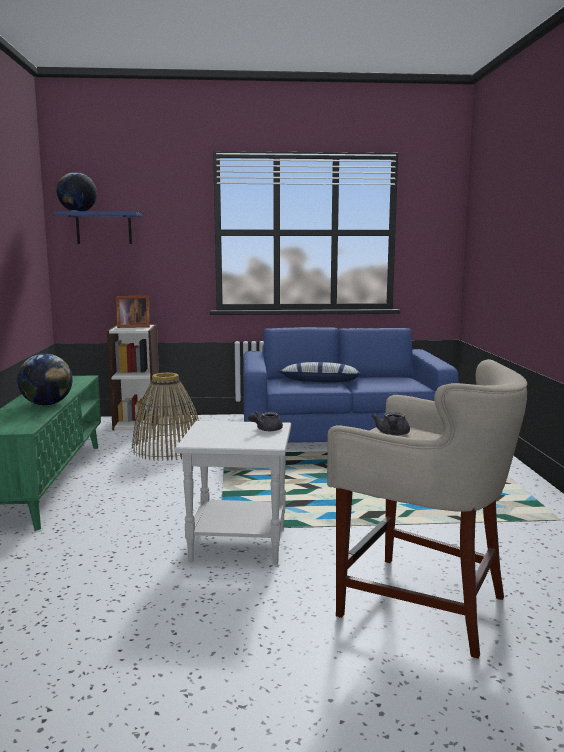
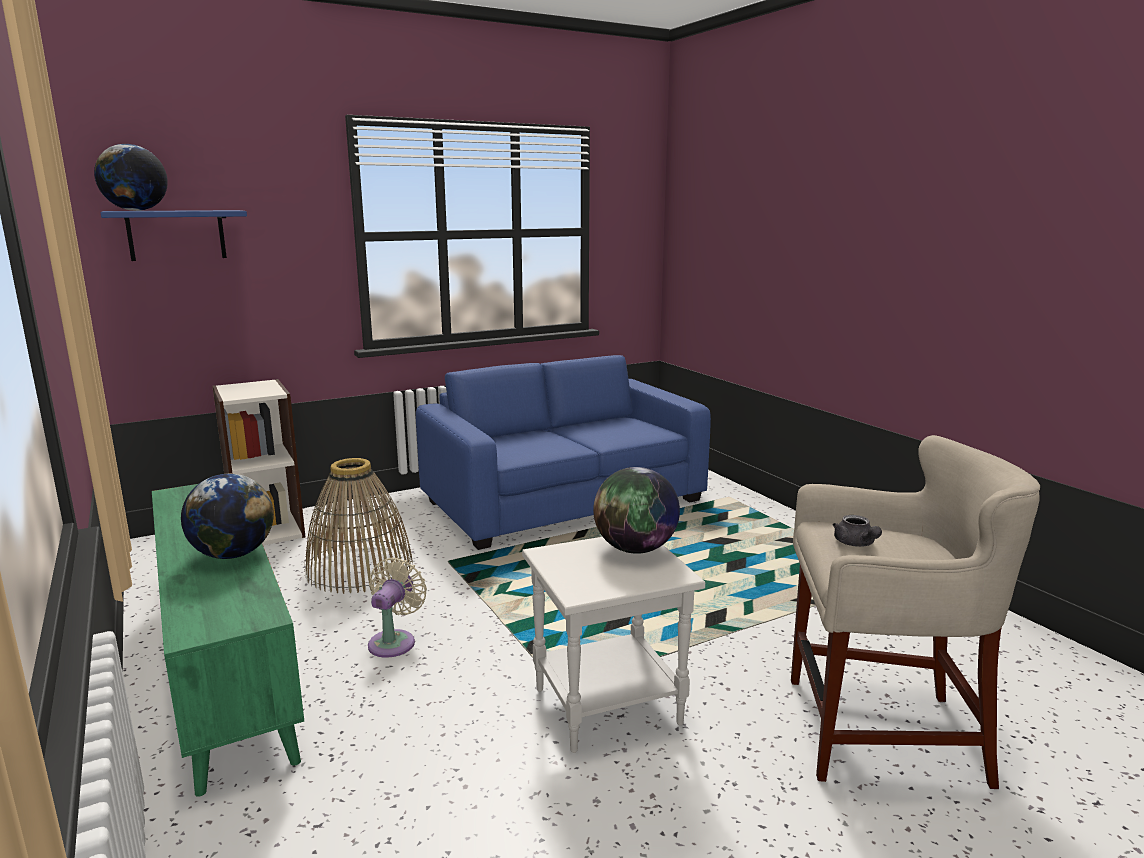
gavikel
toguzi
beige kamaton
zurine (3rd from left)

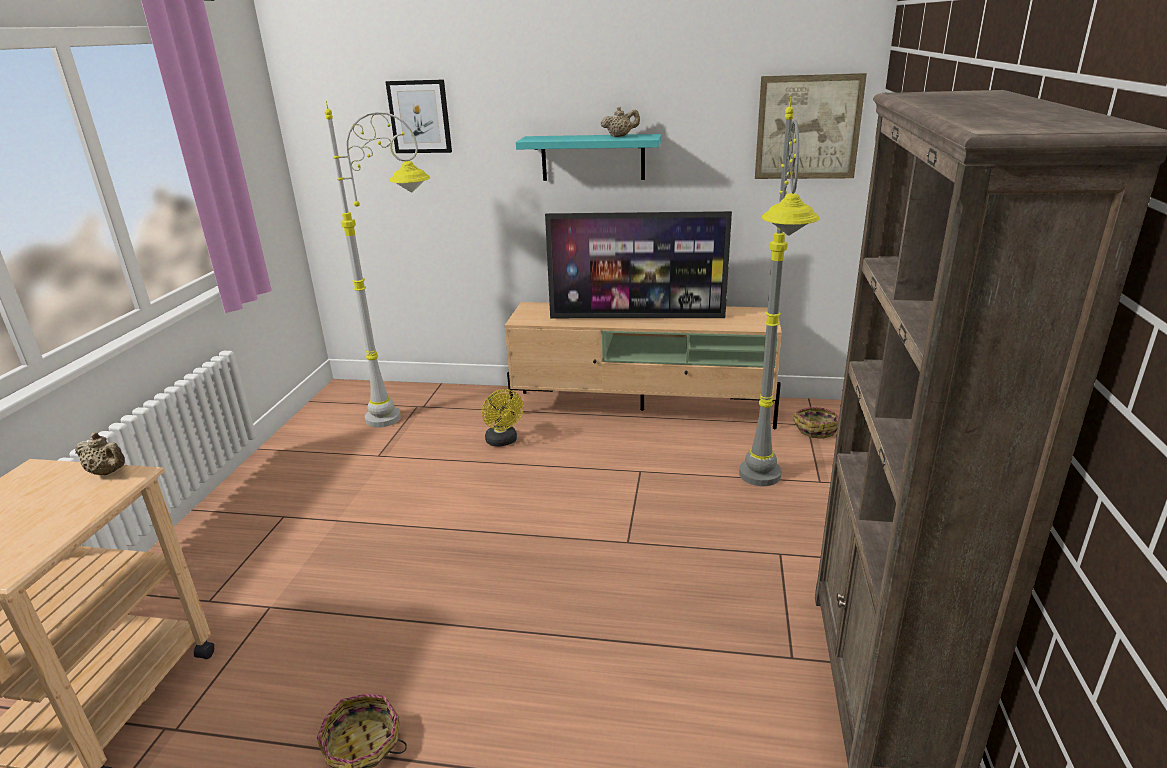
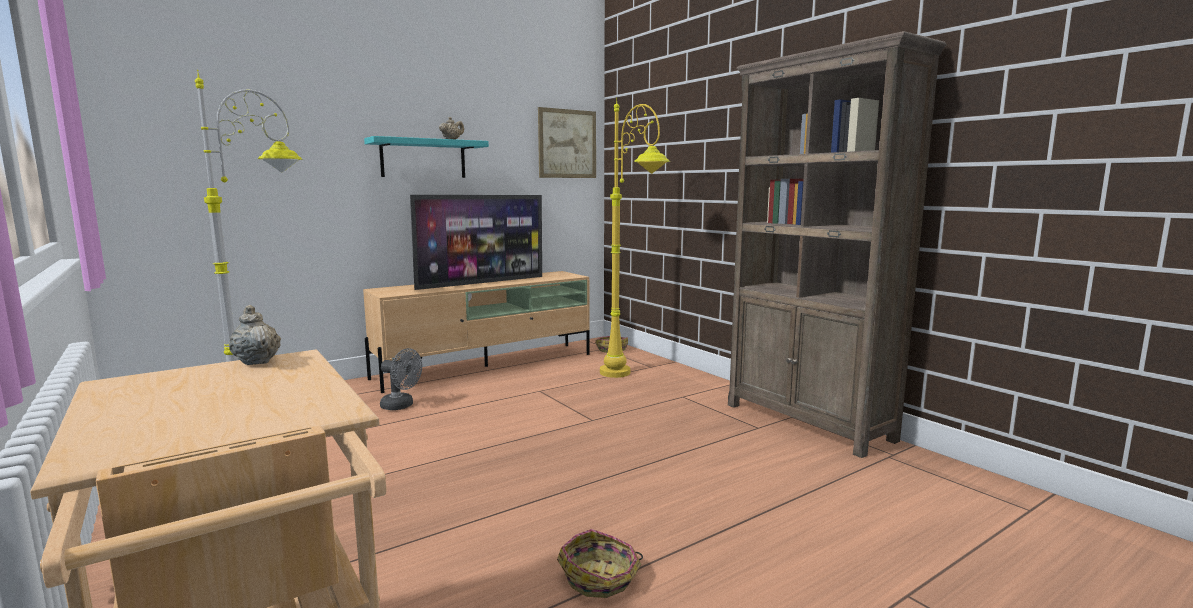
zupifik (1st from left in the first image)
grey kamaton
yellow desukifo
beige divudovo (1st from left)

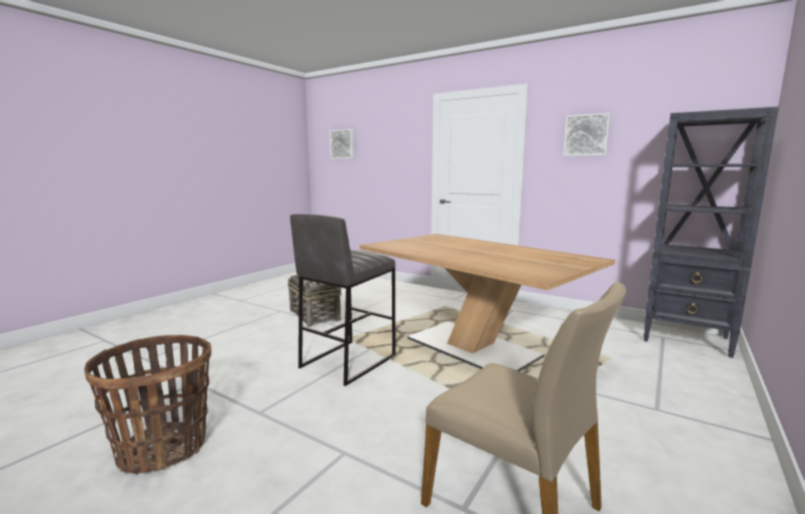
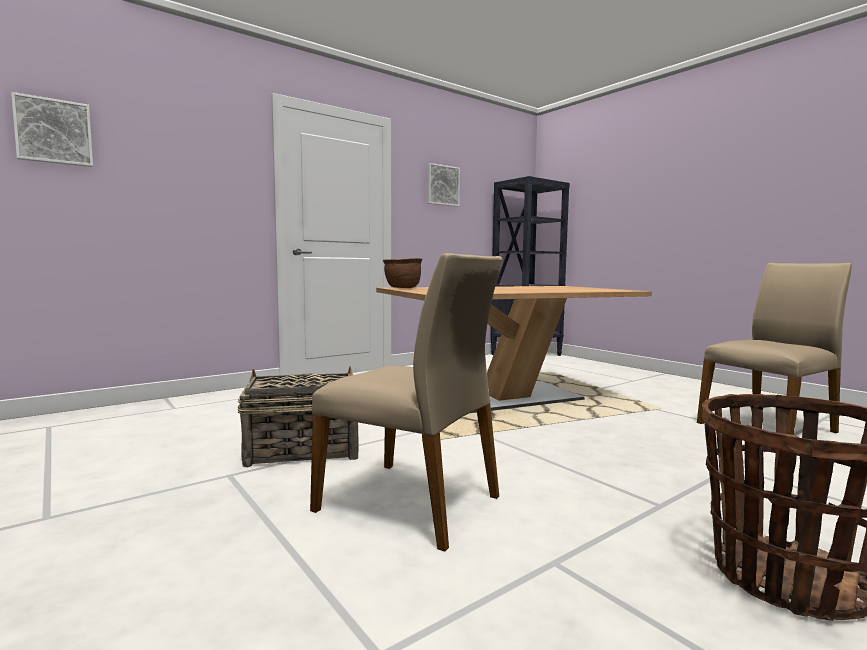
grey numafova
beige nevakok (1st from left)
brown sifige

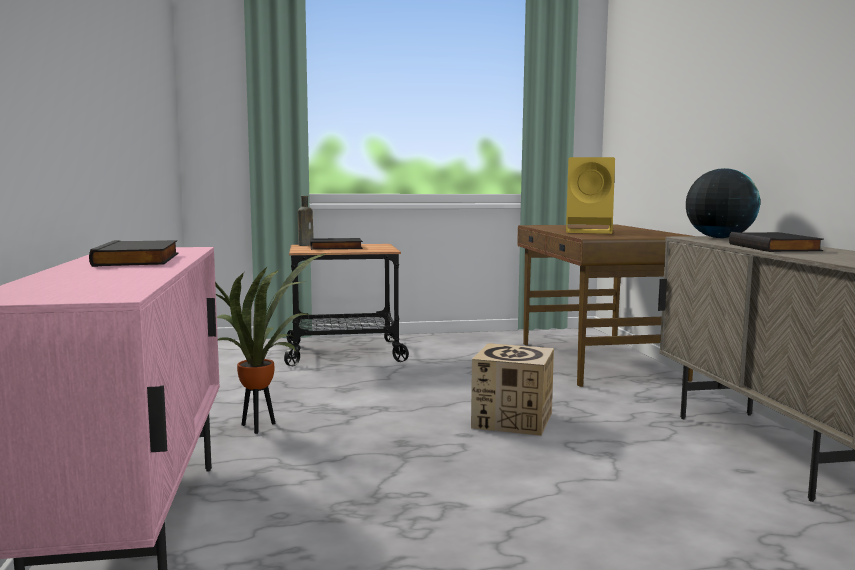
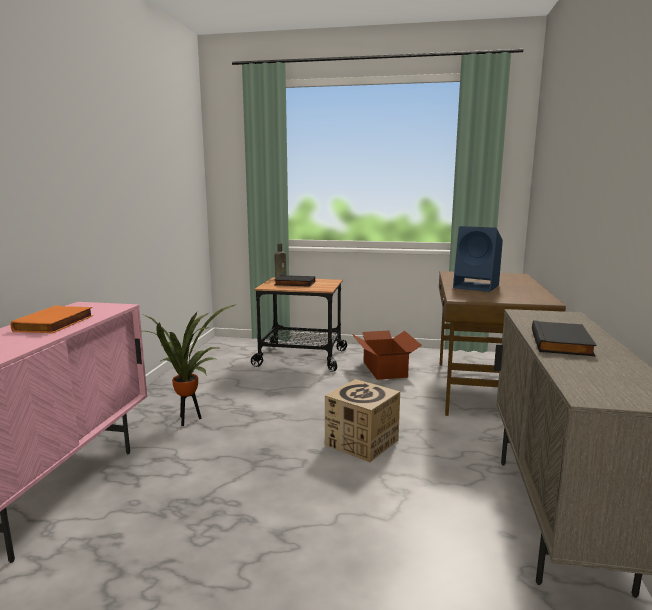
zurine
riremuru (2nd from left)
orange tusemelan
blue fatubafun

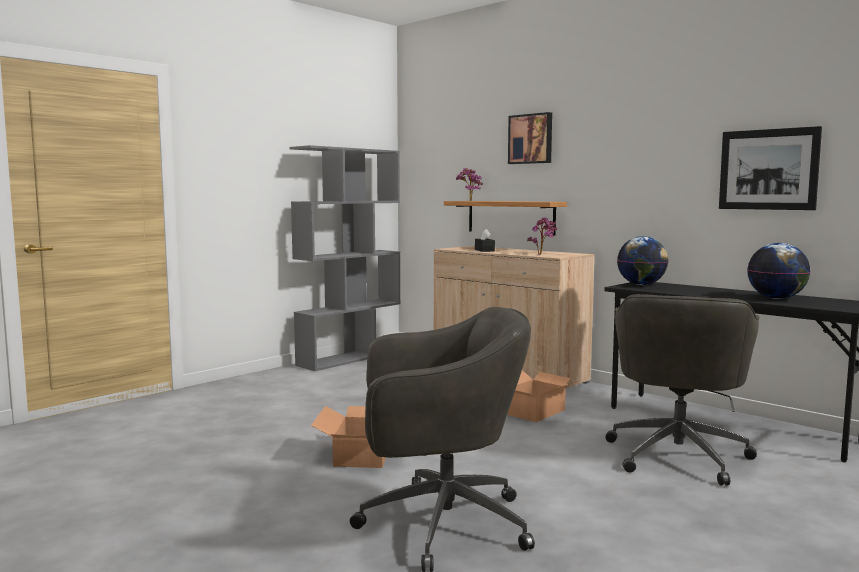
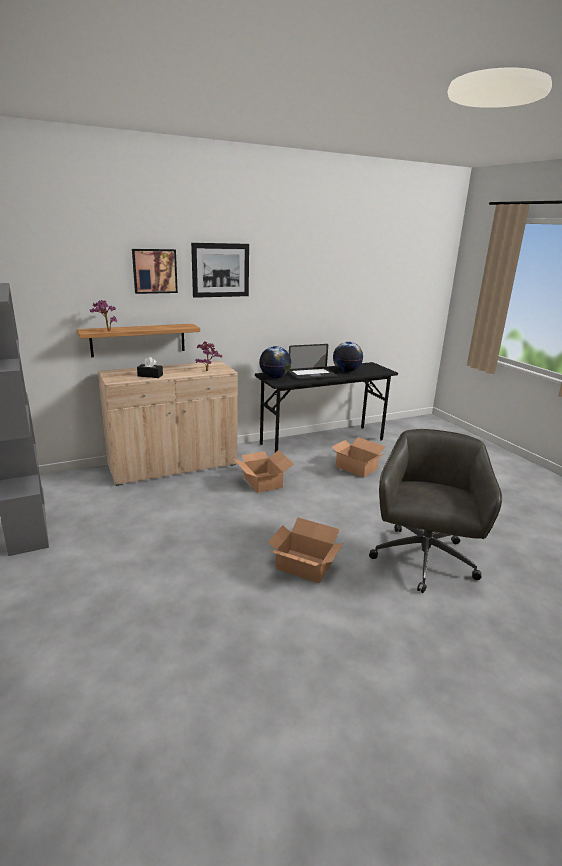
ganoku
zupifik (2nd from left)
riremuru (3rd from left)

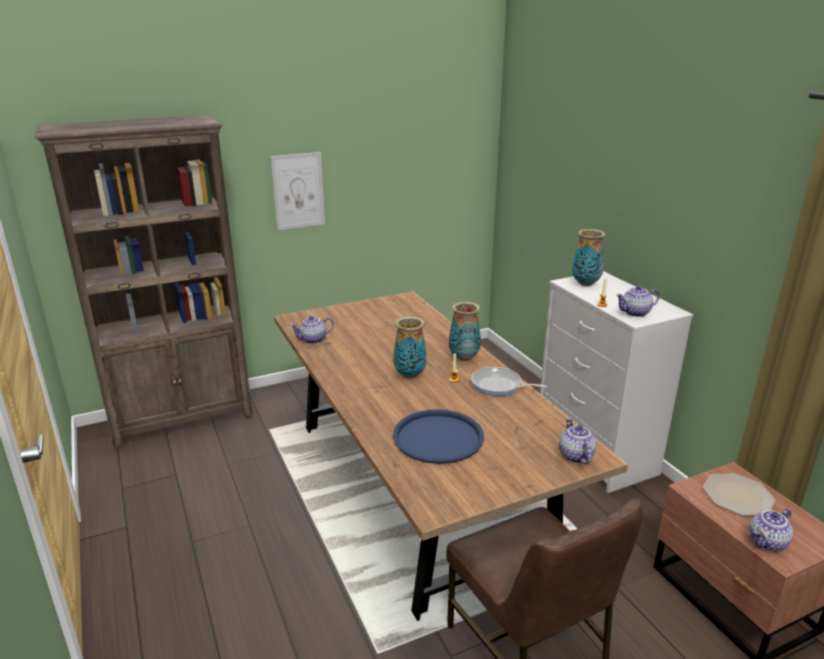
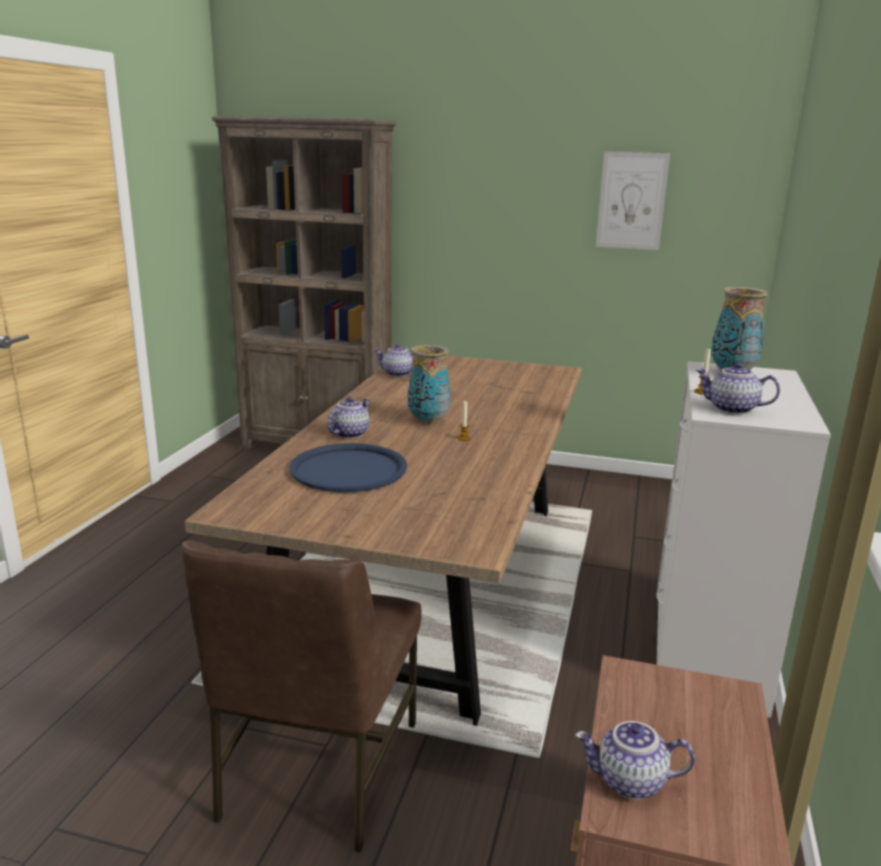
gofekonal (2nd from left in the first image)
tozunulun
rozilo
zupifik
divudovo (1st from left)

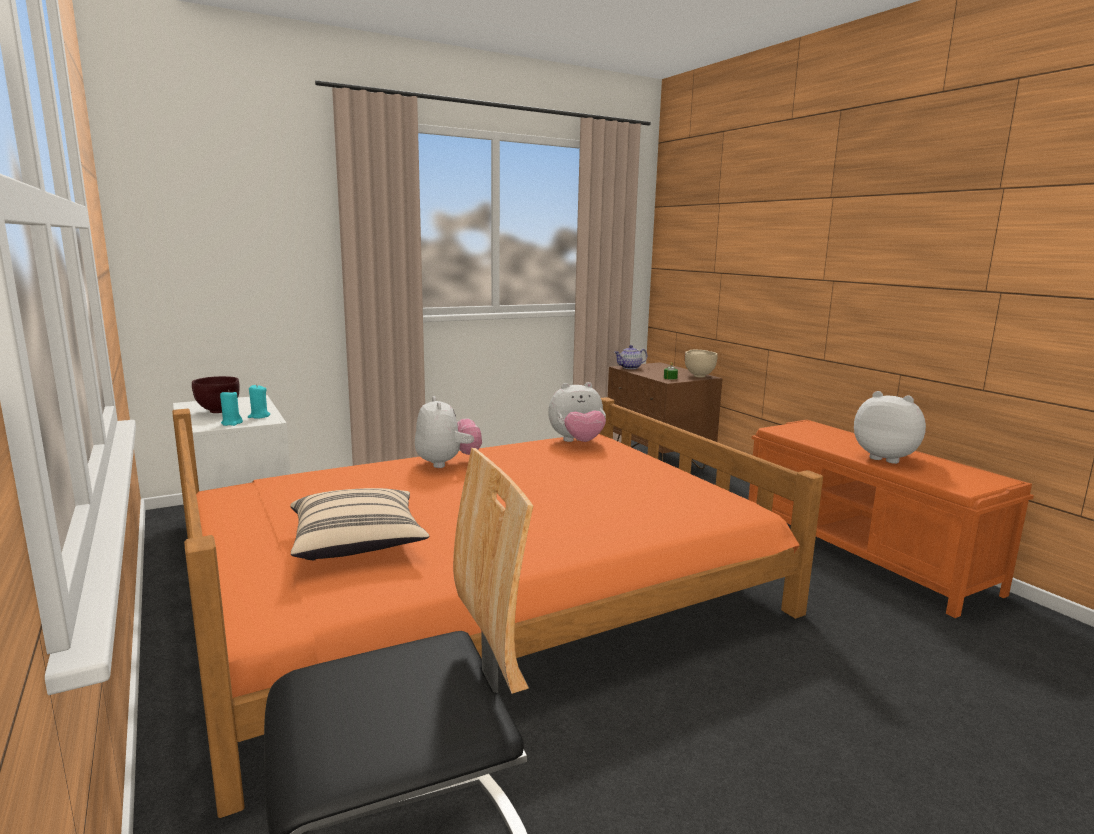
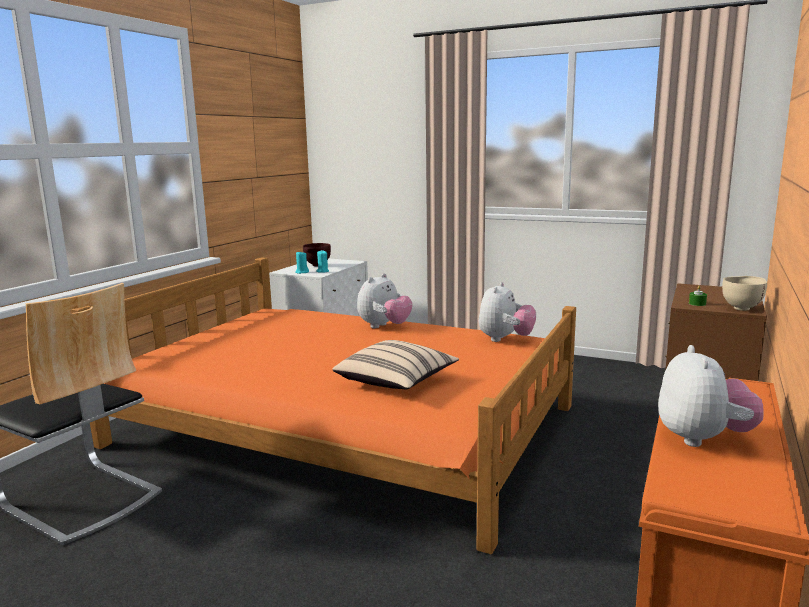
divudovo
beige toguzi
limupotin (2nd from left)

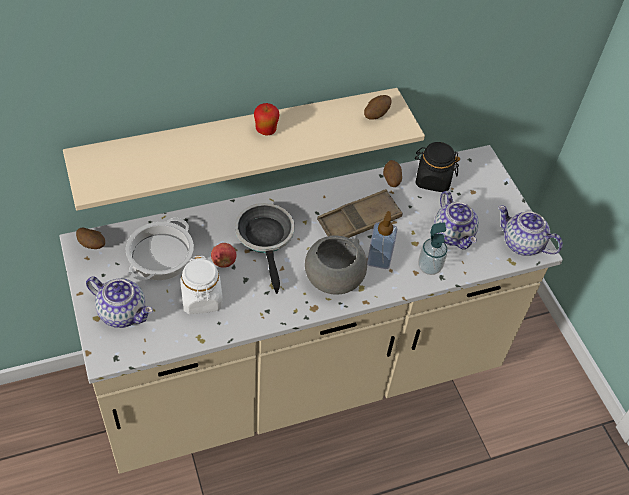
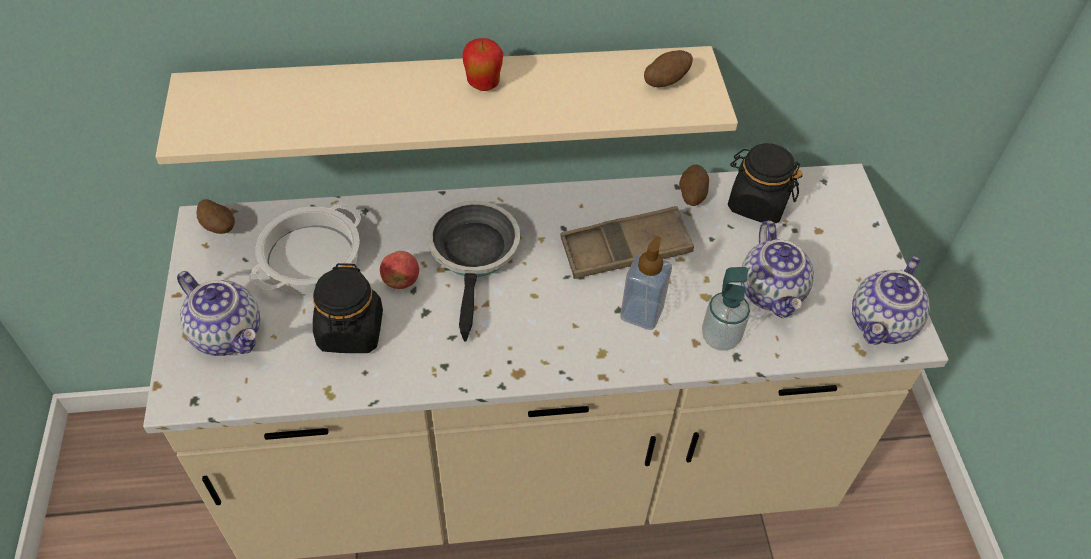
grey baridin
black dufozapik (1st from left)
divudovo (3rd from left)

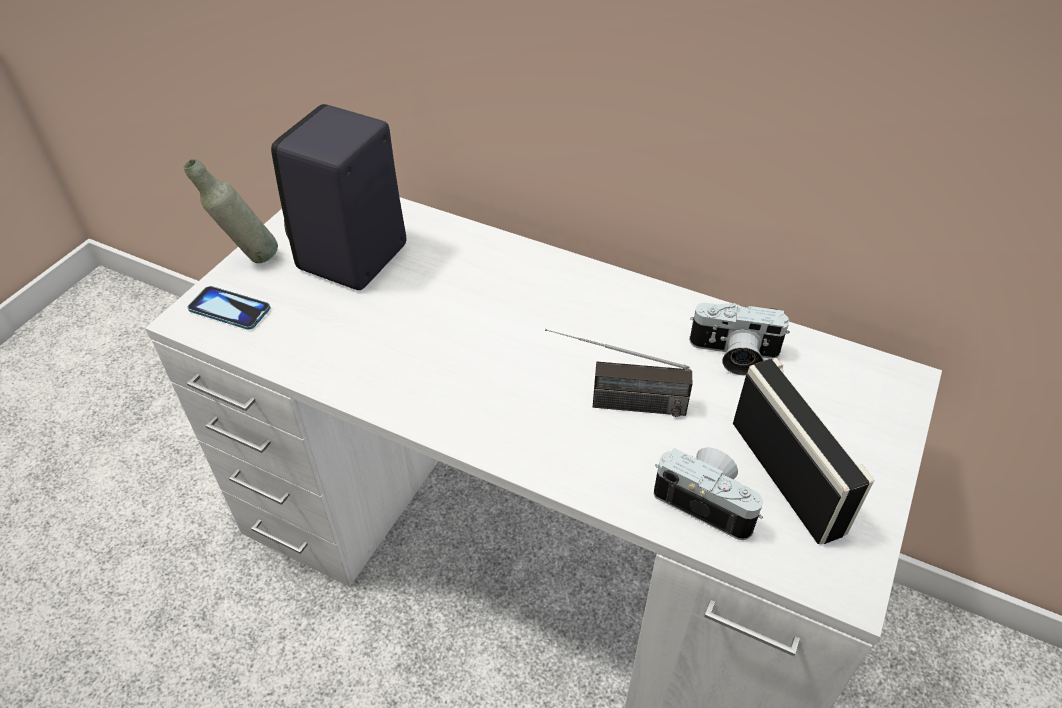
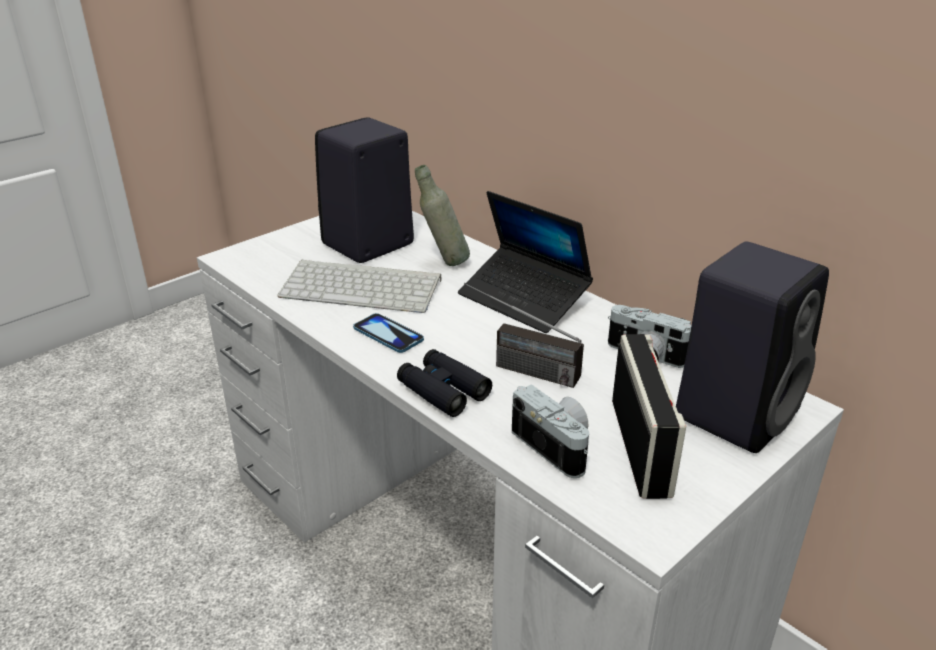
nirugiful
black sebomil
ganoku
black fatubafun (2nd from left)
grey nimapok
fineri

